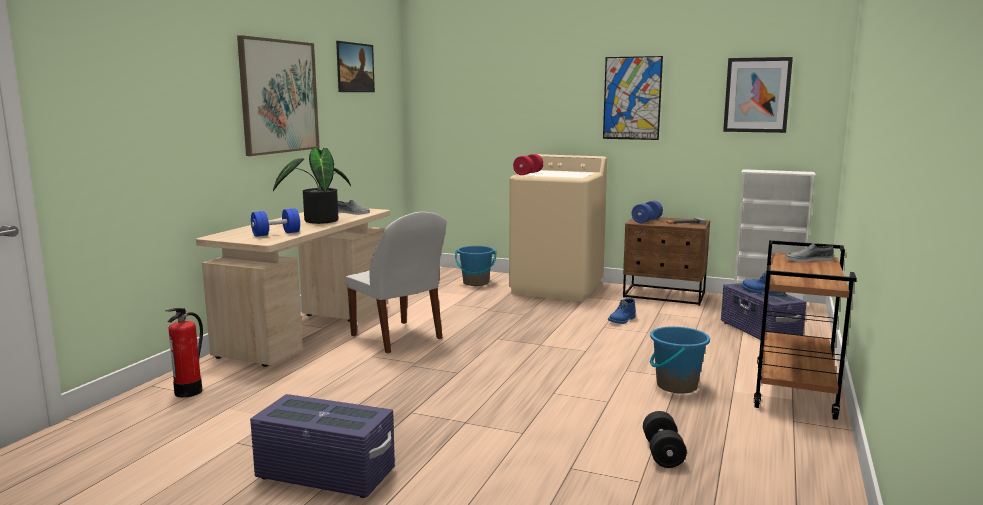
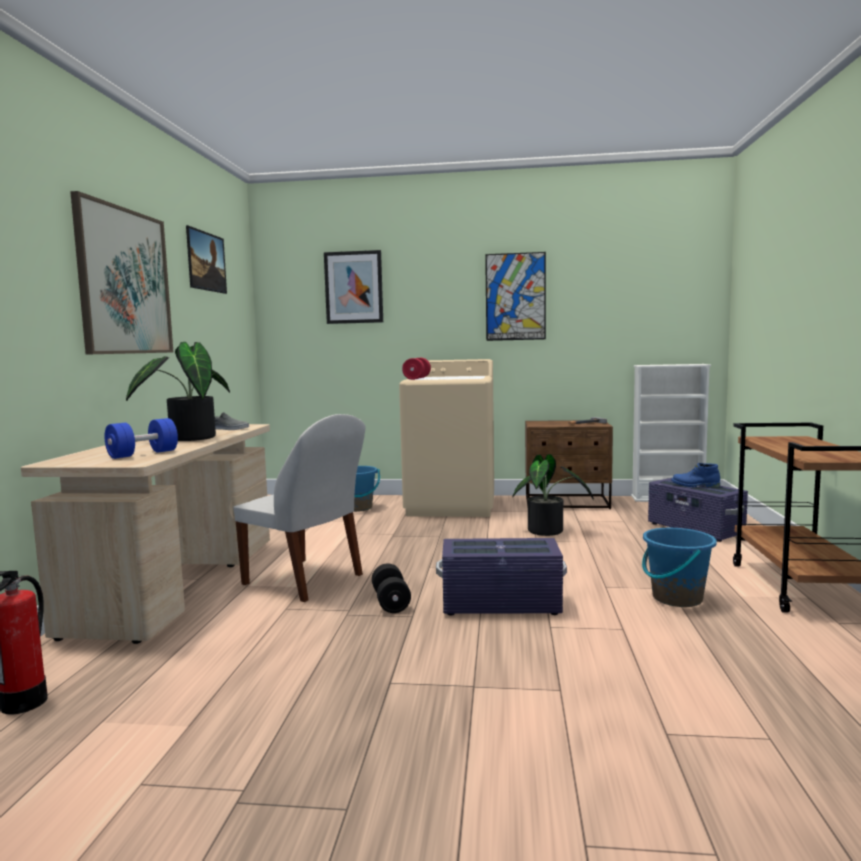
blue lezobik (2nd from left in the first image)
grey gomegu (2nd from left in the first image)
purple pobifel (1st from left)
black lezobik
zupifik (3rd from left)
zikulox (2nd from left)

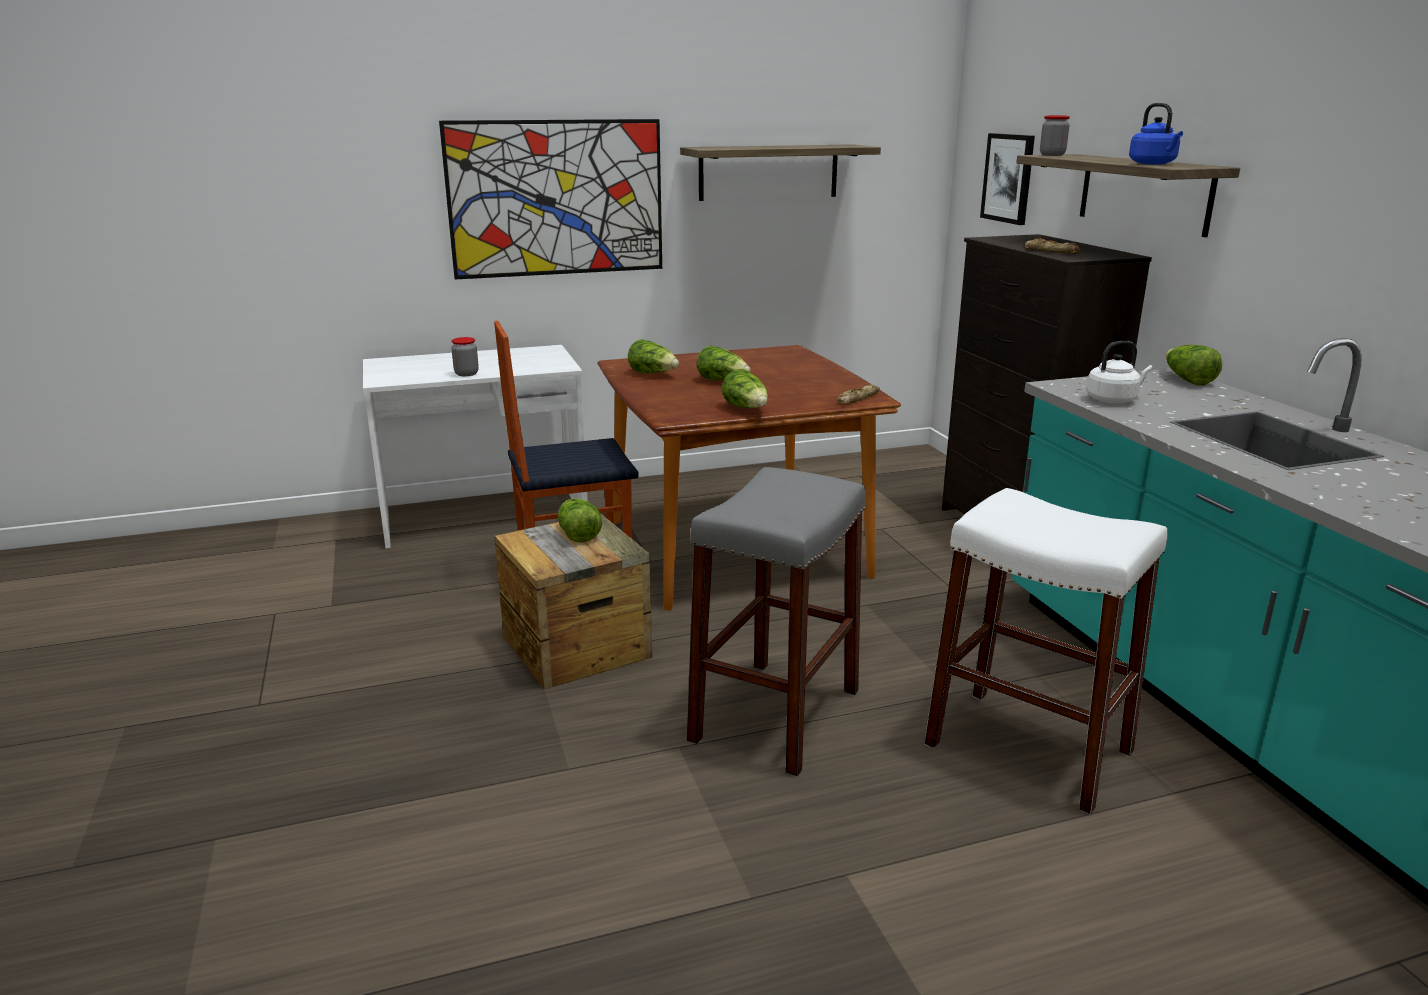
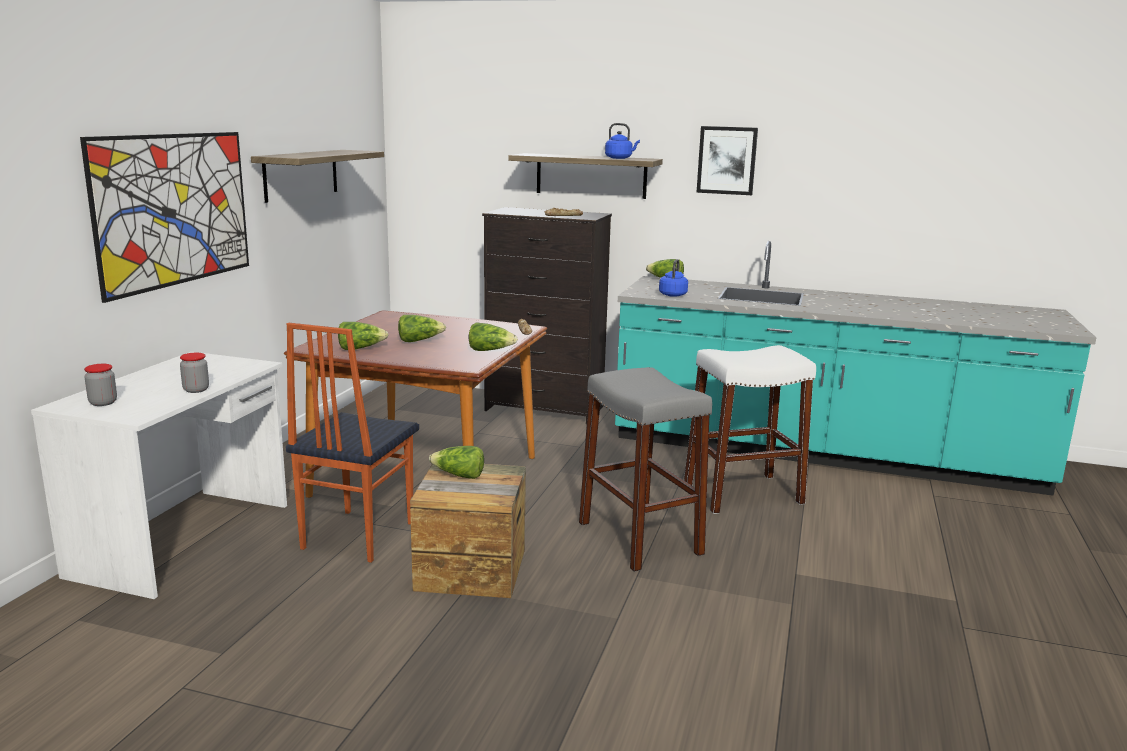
zupifik (2nd from left)
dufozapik (1st from left)
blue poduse (2nd from left)

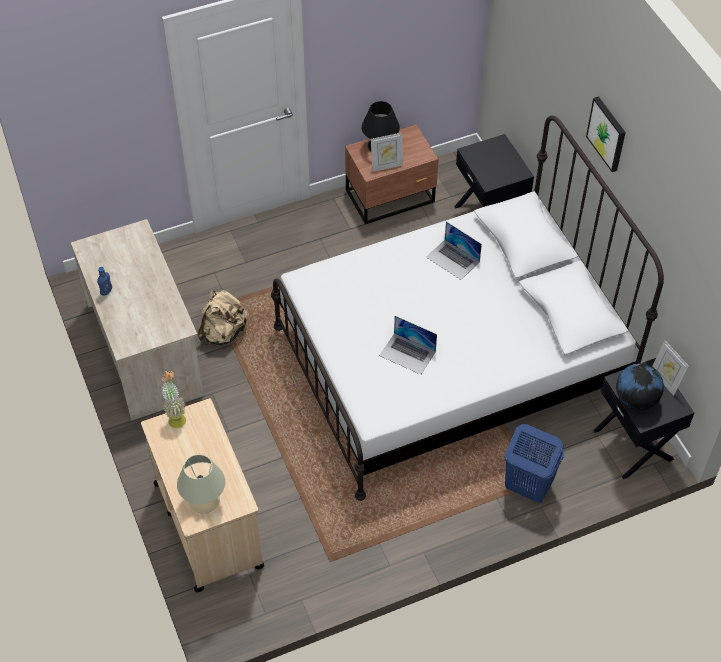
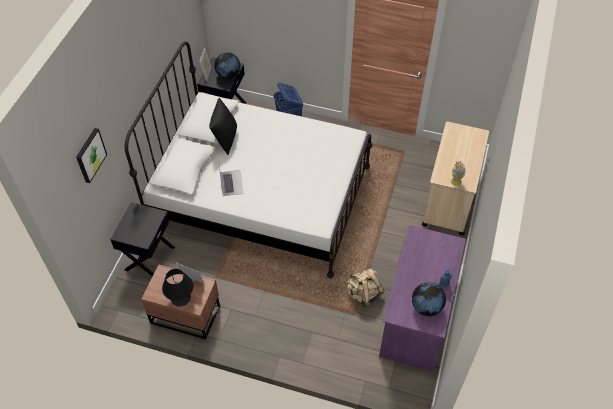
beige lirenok
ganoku (1st from left in the first image)
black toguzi
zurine (2nd from left)
zupifik
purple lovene

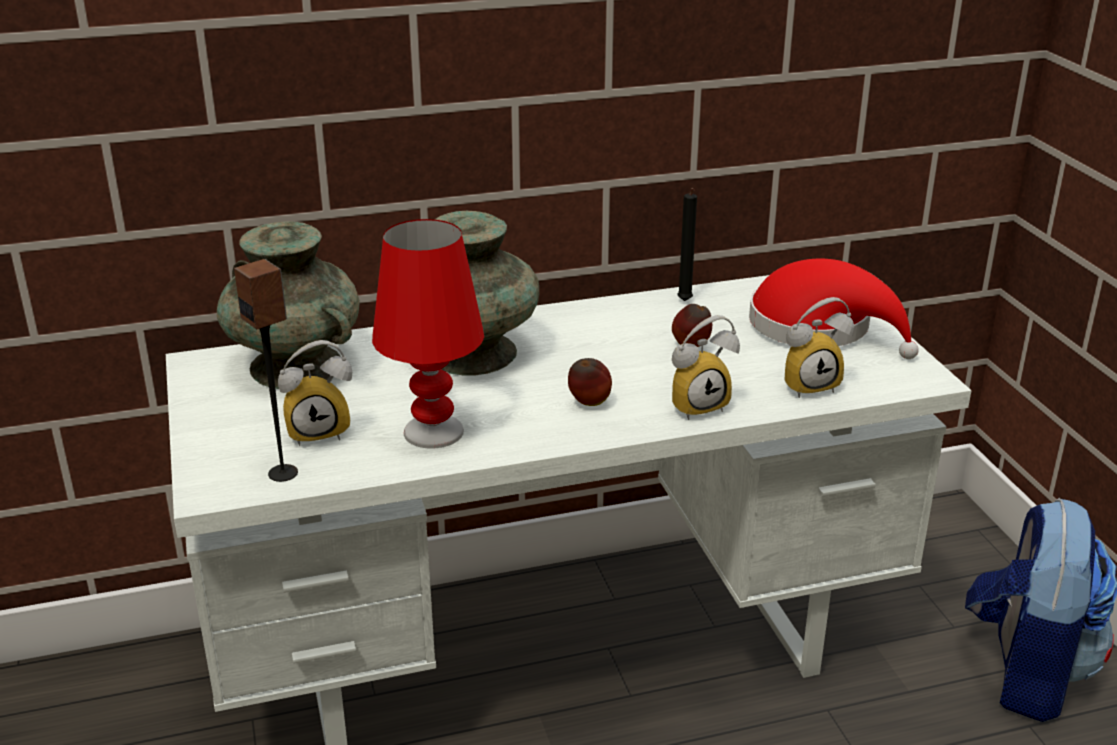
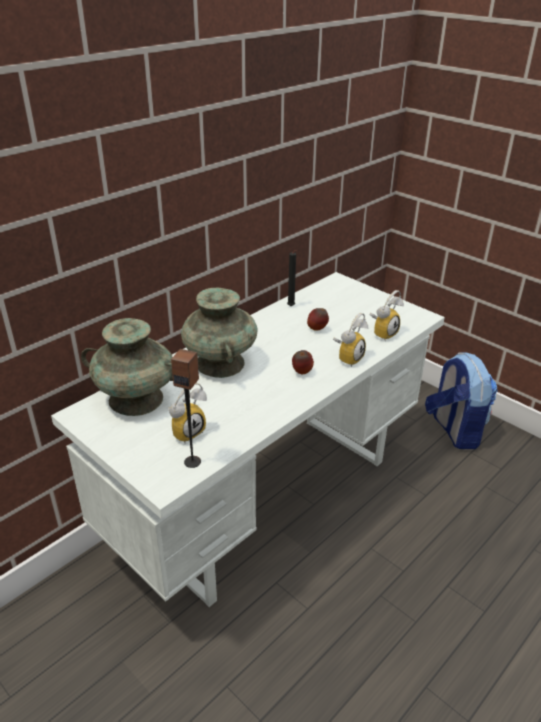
red lirenok
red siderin

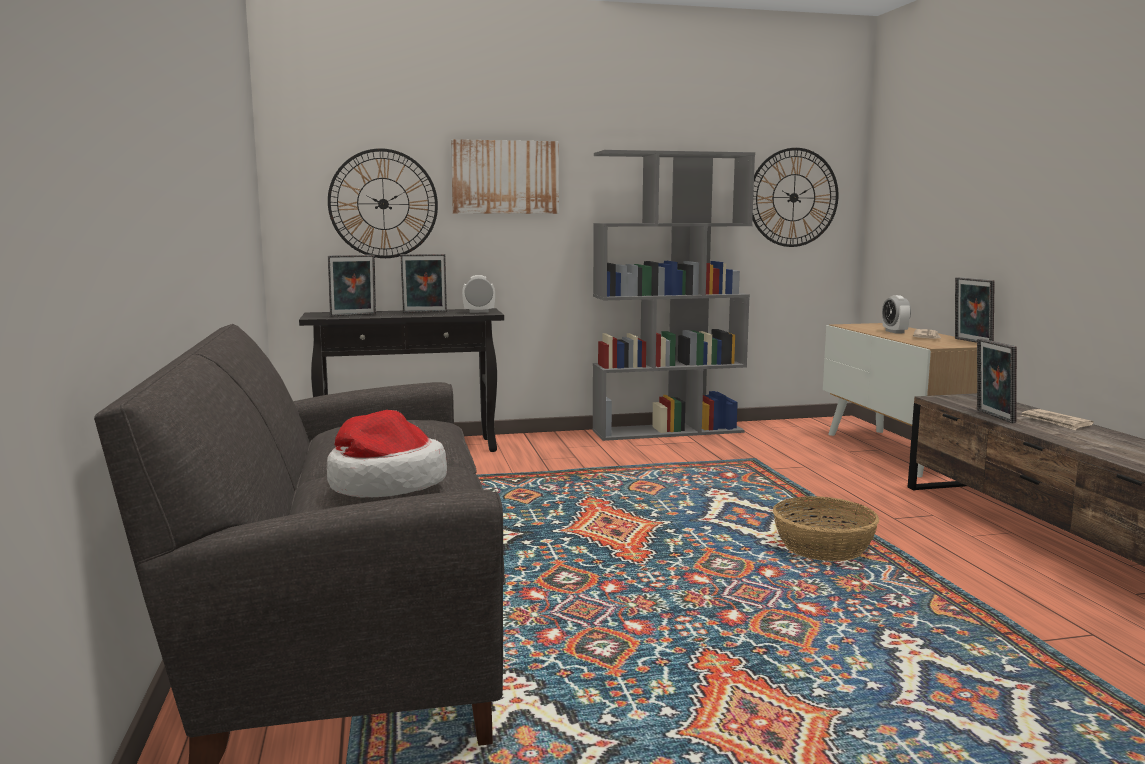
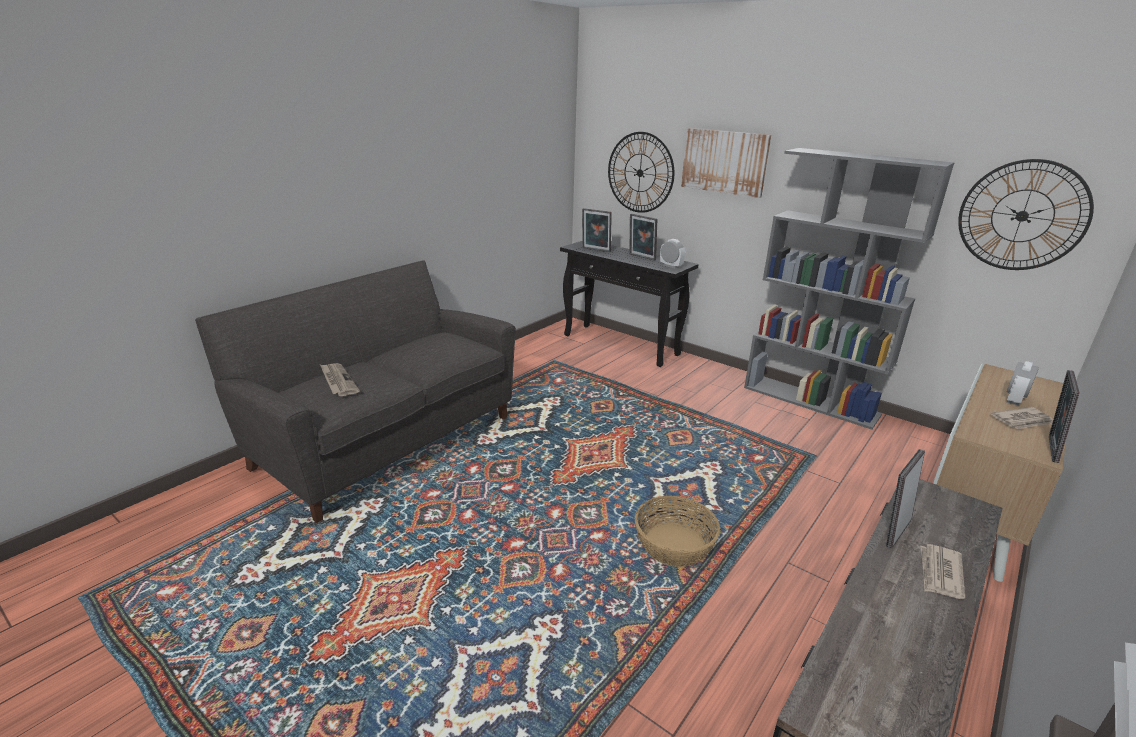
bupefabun (1st from left)

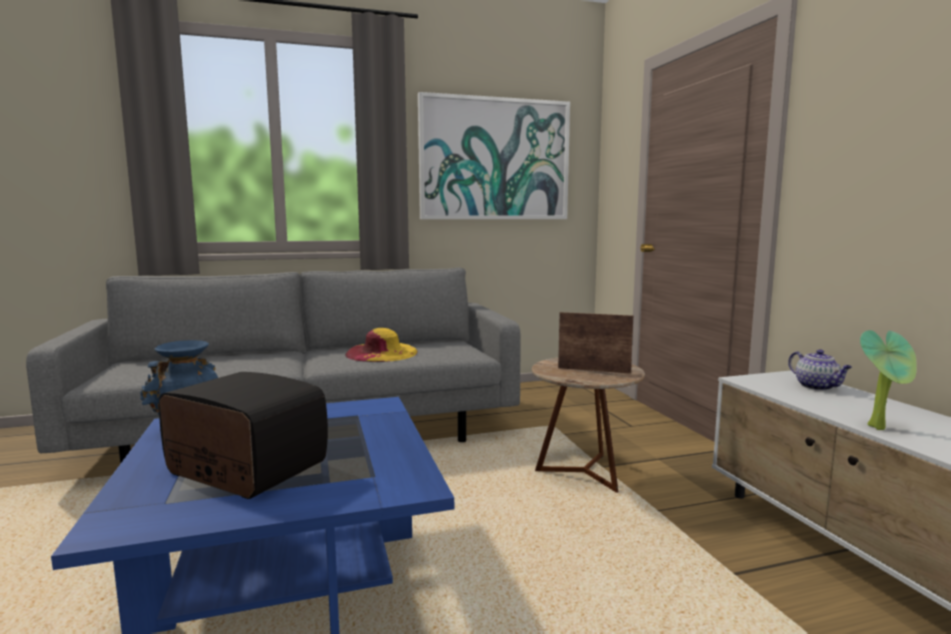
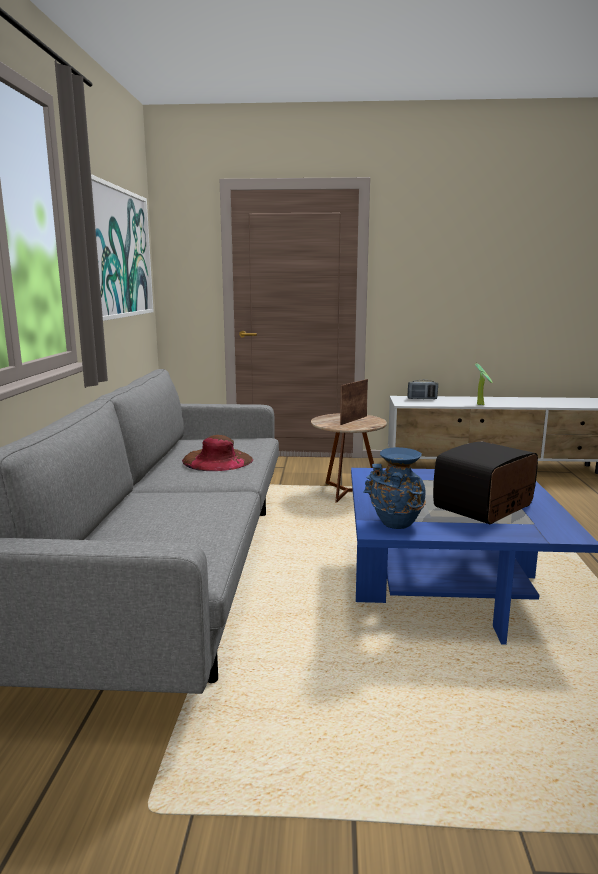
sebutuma (1st from left)
brown siderin

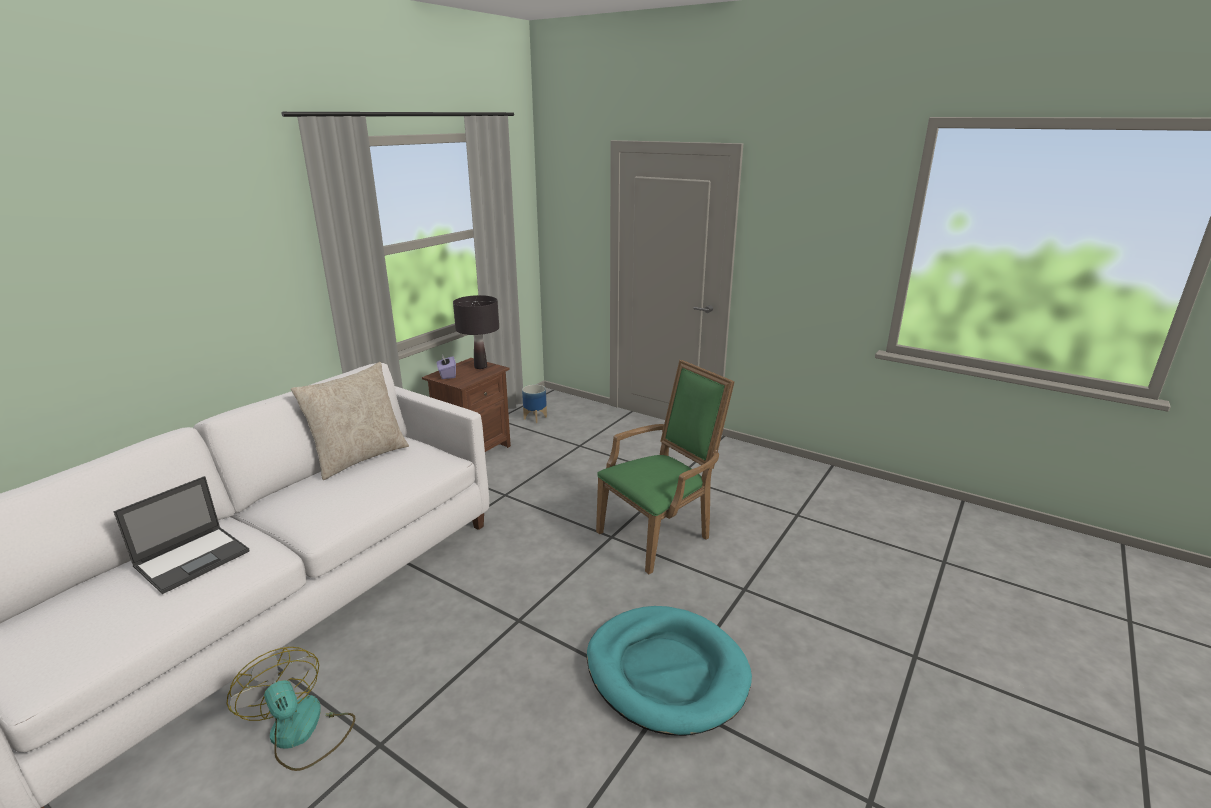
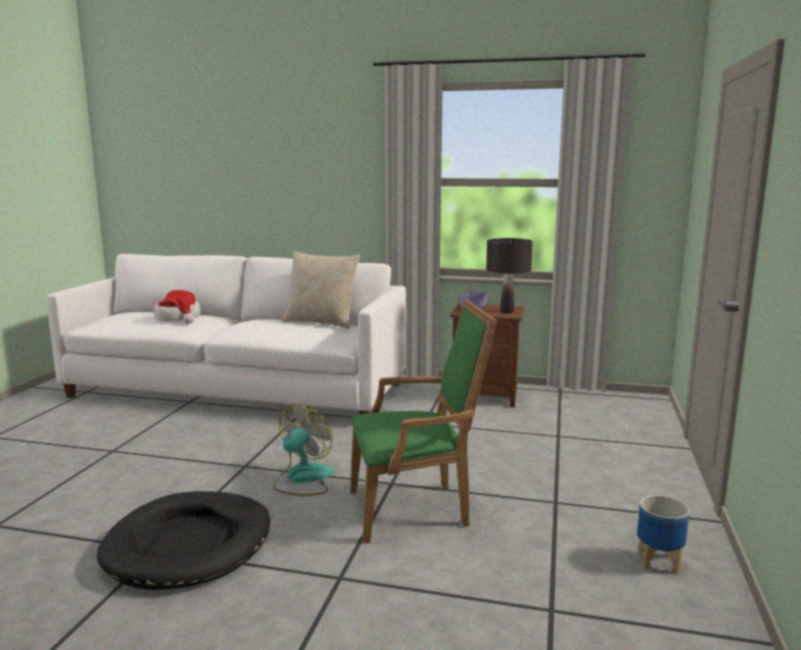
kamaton
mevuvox
siderin
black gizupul
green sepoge

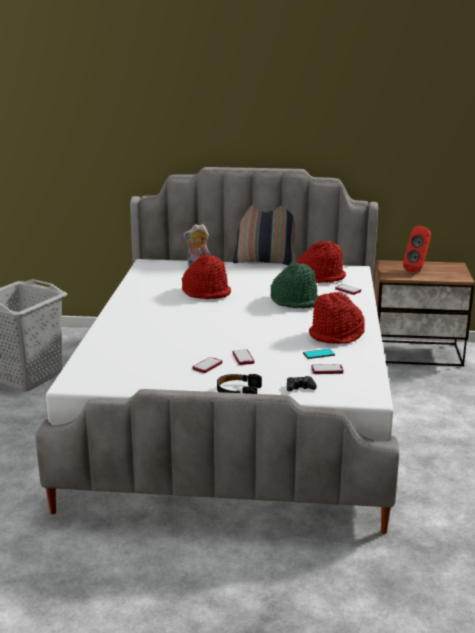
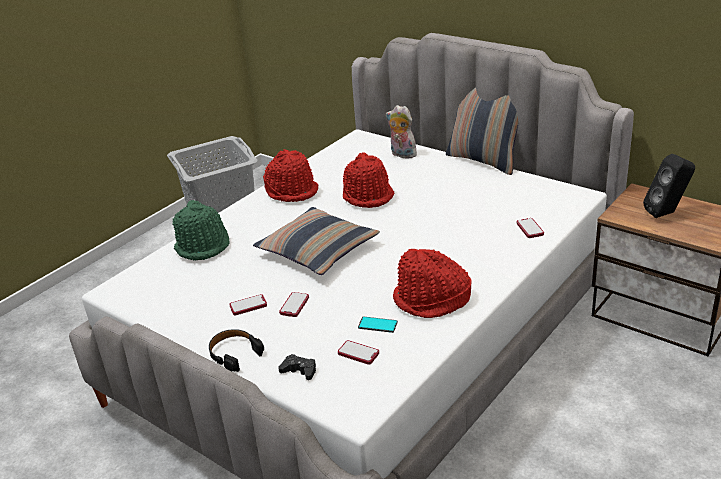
toguzi (1st from left)
green siderin
red siderin (1st from left)
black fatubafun

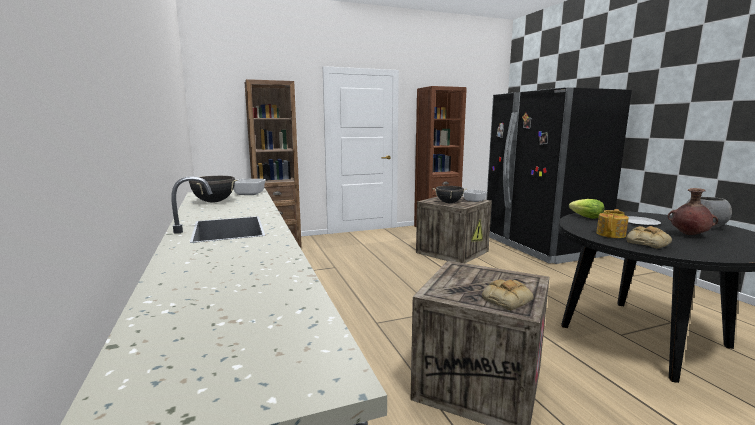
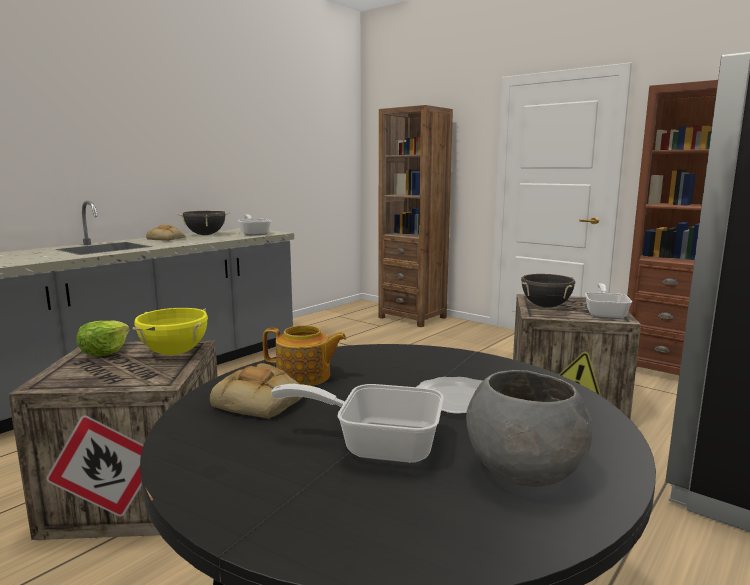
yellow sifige
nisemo (1st from left)
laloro
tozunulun (2nd from left)

